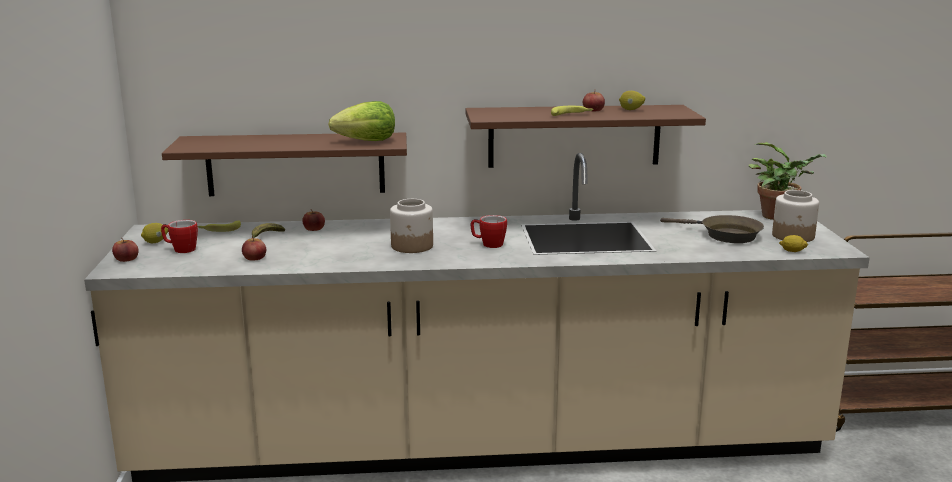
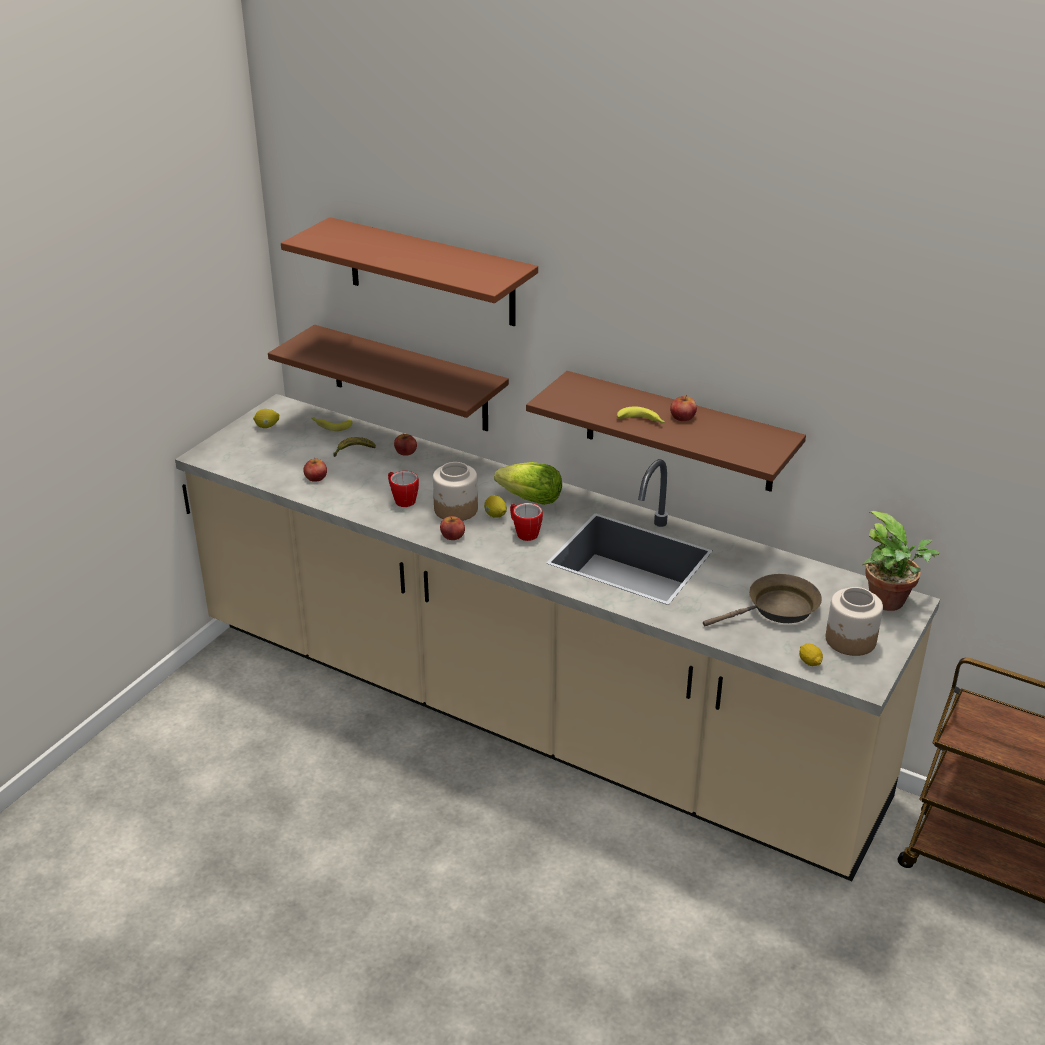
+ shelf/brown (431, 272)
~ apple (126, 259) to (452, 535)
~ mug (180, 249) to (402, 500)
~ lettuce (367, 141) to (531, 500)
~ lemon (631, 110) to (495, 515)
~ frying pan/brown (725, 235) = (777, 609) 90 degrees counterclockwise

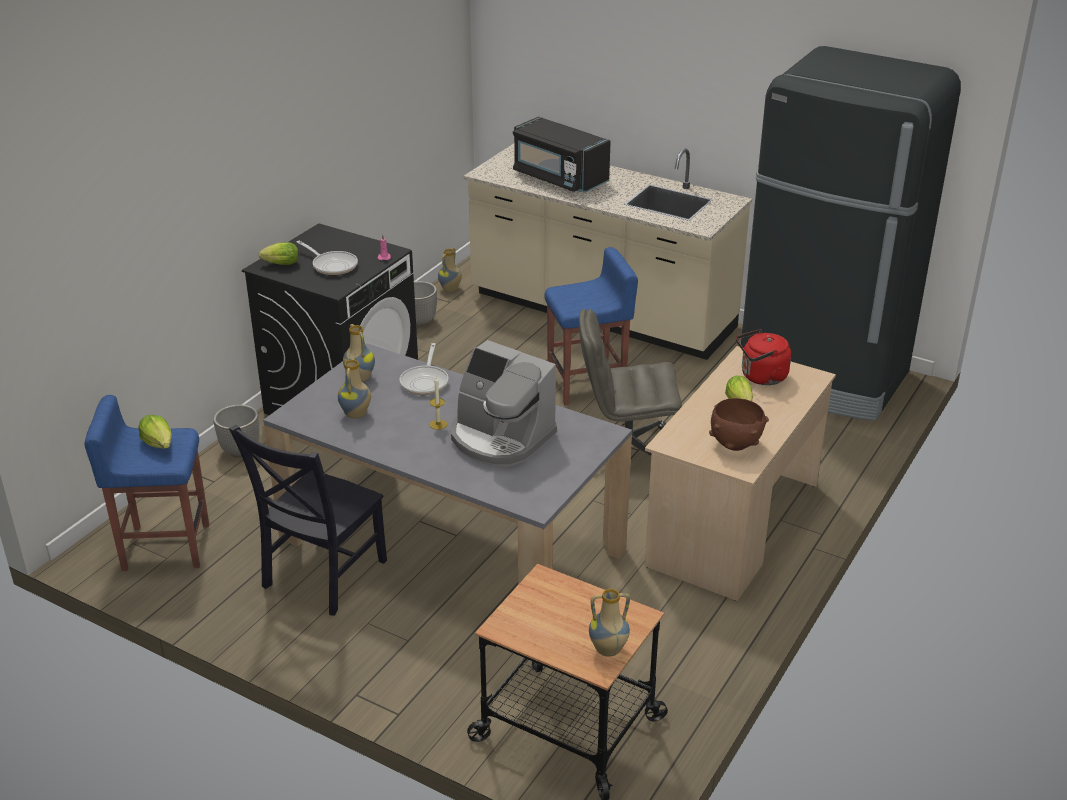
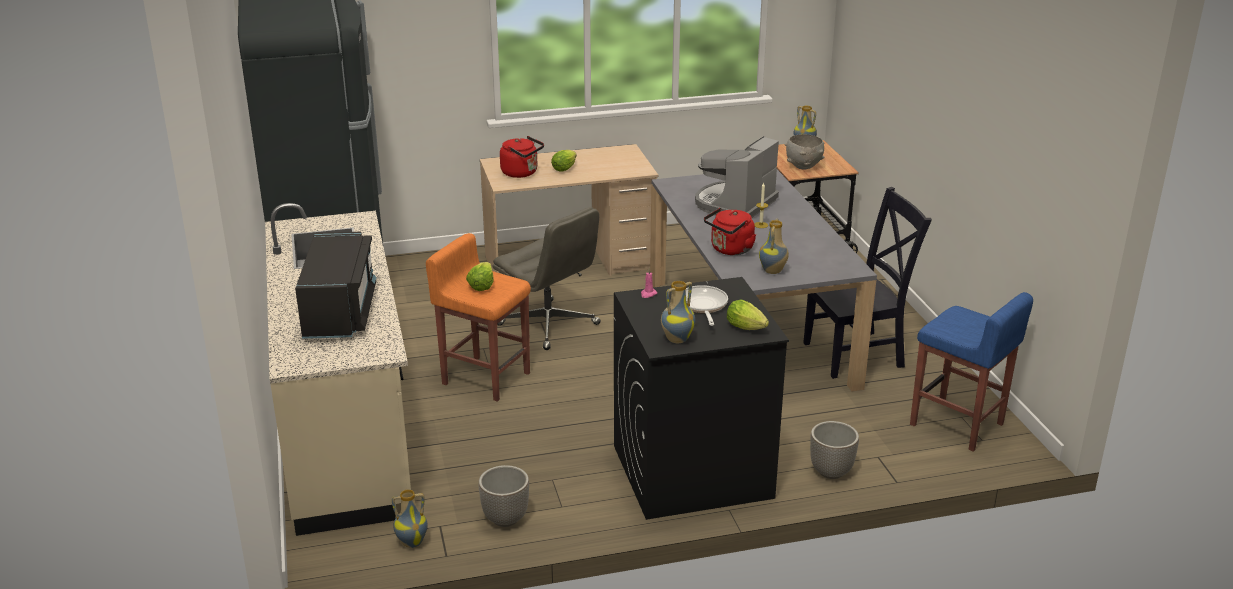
- bowl/brown (735, 445)
+ bowl/grey (803, 167)
~ lettuce (159, 443) to (481, 285)
~ vase (356, 414) to (677, 339)
~ frying pan (425, 381) to kettle/red (730, 250)
~ stool/blue (587, 385) to stool/orange (485, 378)
~ coffee machine (500, 438) = (734, 204) 135 degrees counterclockwise

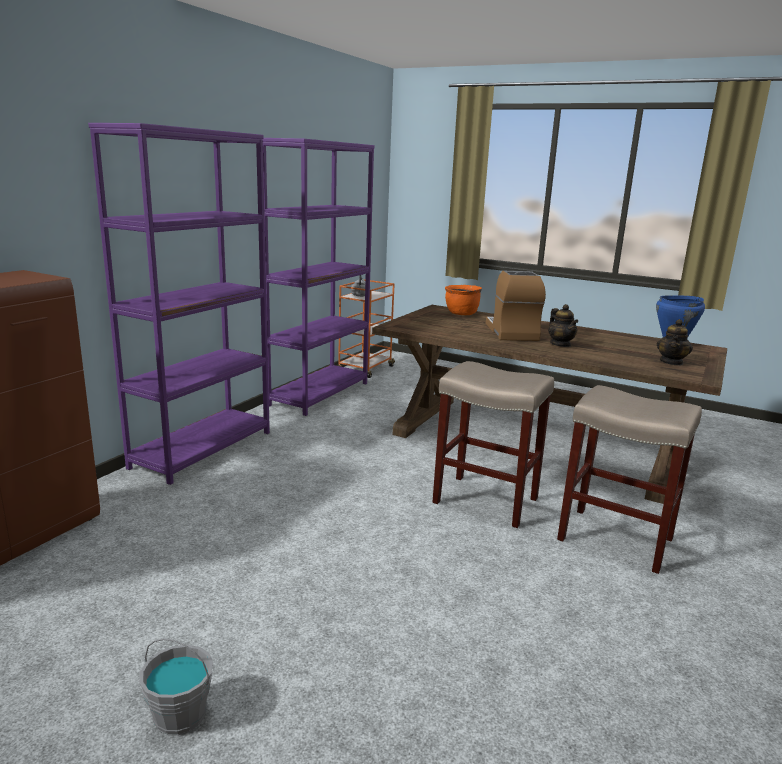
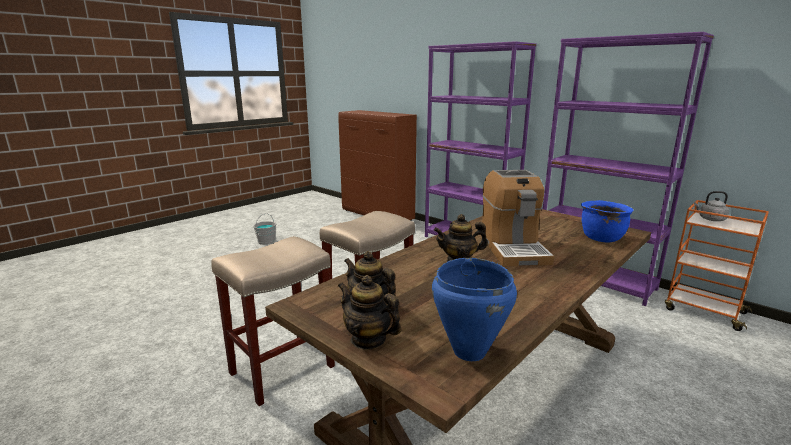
+ teapot (368, 339)
~ cooking pot/orange (461, 314) to cooking pot/blue (601, 238)
~ coffee machine (511, 332) = (512, 248) 75 degrees clockwise

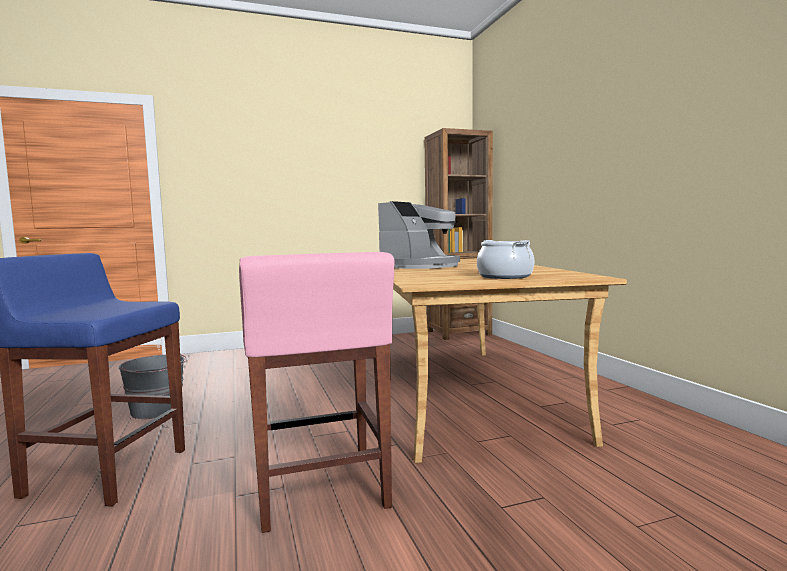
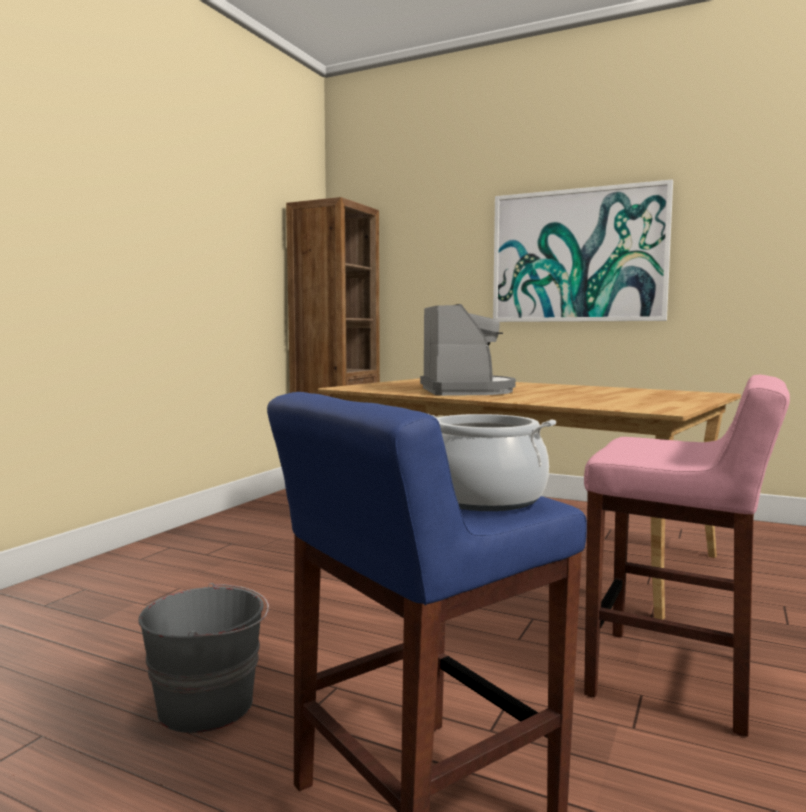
+ picture (578, 256)
~ cooking pot (505, 276) to (483, 498)

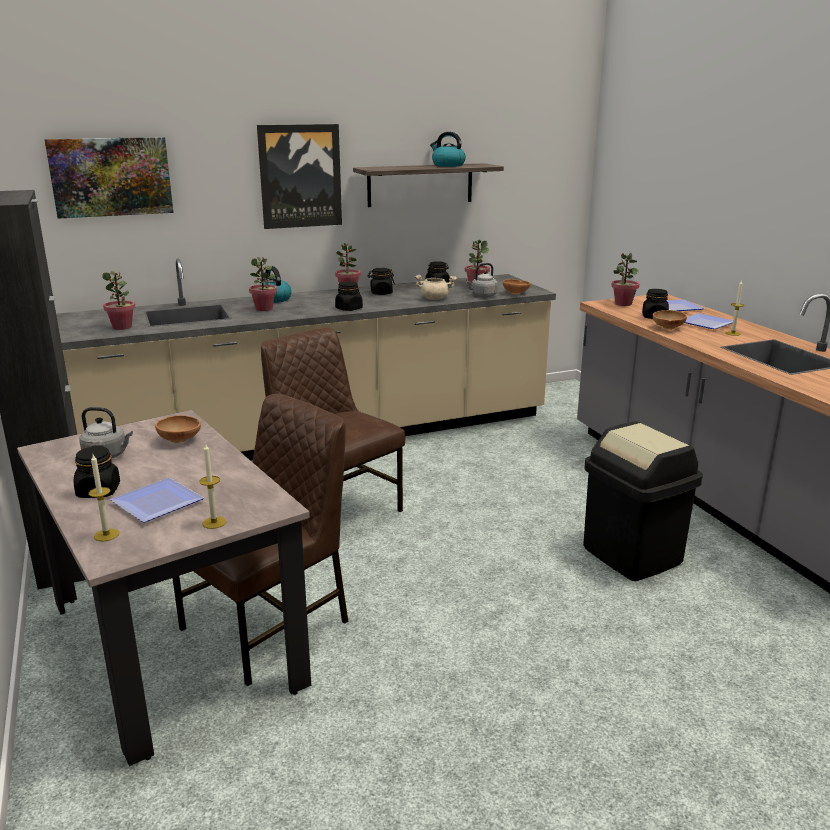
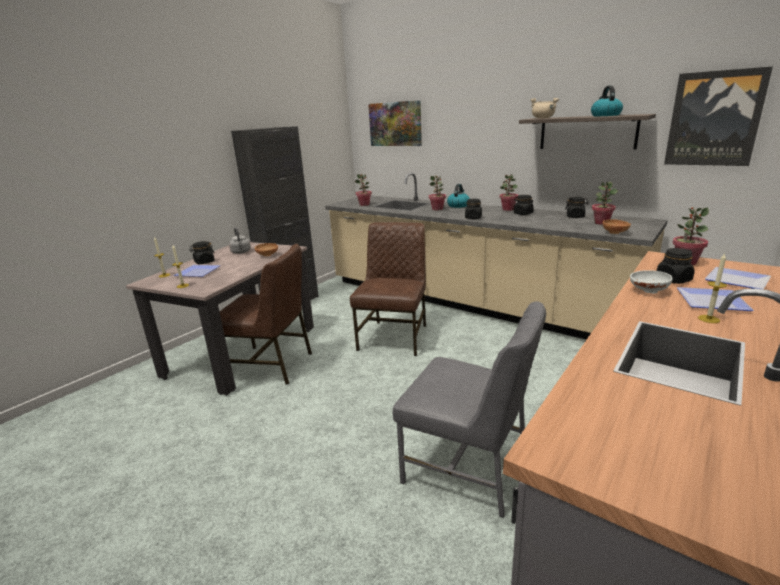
- kettle/grey (482, 296)
~ picture (300, 176) to (714, 119)
~ cooking pot/beige (435, 299) to (543, 118)
~ trash can/black (632, 555) to chair/grey (468, 468)
~ bowl/brown (667, 328) to bowl/white (647, 291)

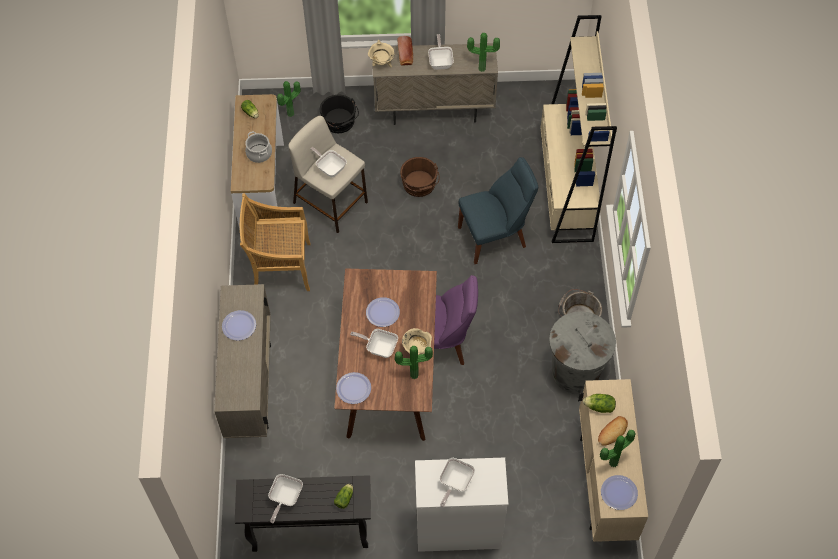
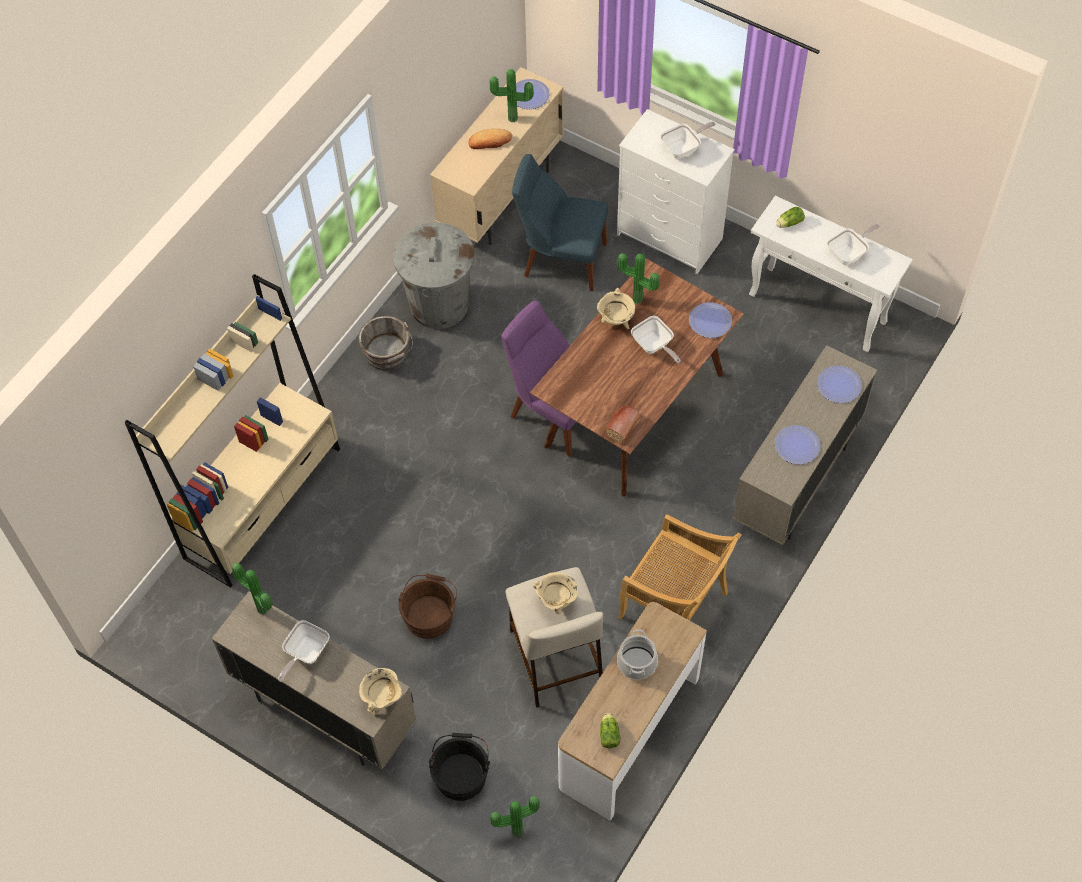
- lettuce (599, 407)
~ plate (382, 312) to (839, 385)
~ bread (405, 56) to (623, 426)
~ chair/blue (495, 236) to (561, 259)
~ frying pan (329, 168) to cooking pot/beige (556, 601)
~ console table/black (309, 532) to console table/white (818, 309)

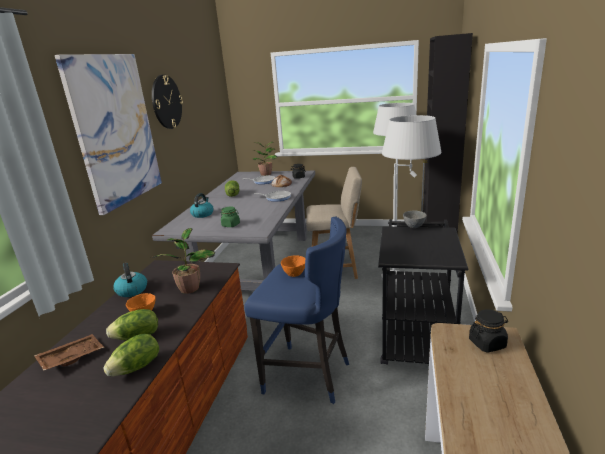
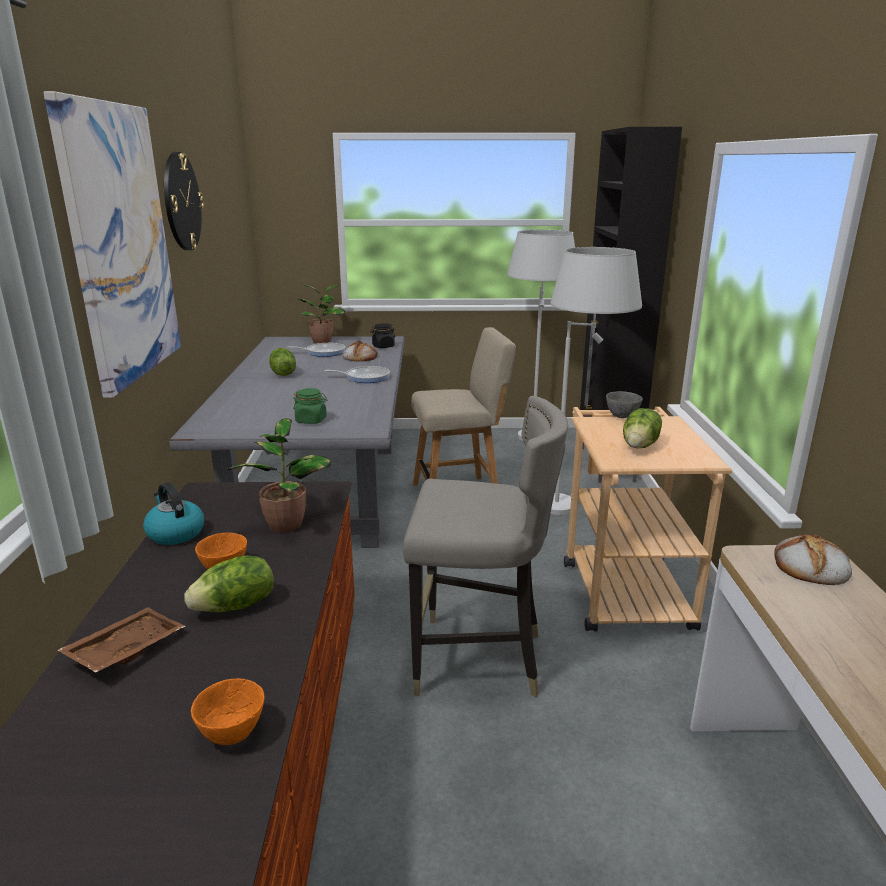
- kettle (202, 214)
~ lettuce (137, 367) to (640, 446)
~ bowl/orange (294, 274) to (231, 733)
~ jar/black (487, 343) to bread (810, 567)
~ stool/blue (308, 376) to stool/grey (479, 660)
~ cart/black (416, 336) to cart/beige (622, 587)

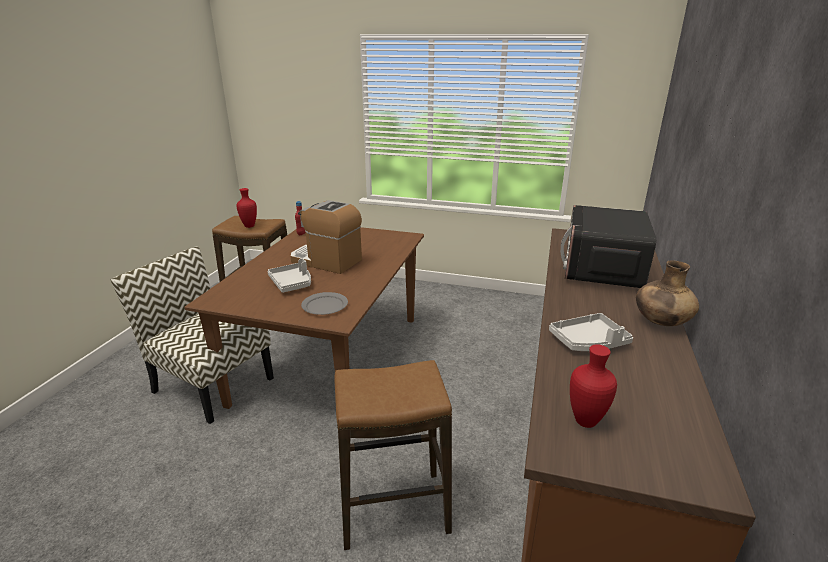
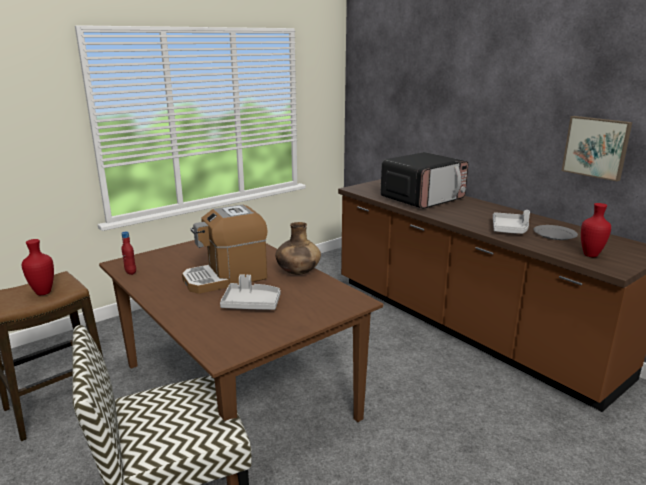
- stool (393, 510)
+ picture (596, 147)
~ plate/grey (324, 305) to (554, 234)
~ vase/brown (660, 322) to (298, 272)
~ microwave (602, 270) = (423, 199) 90 degrees counterclockwise

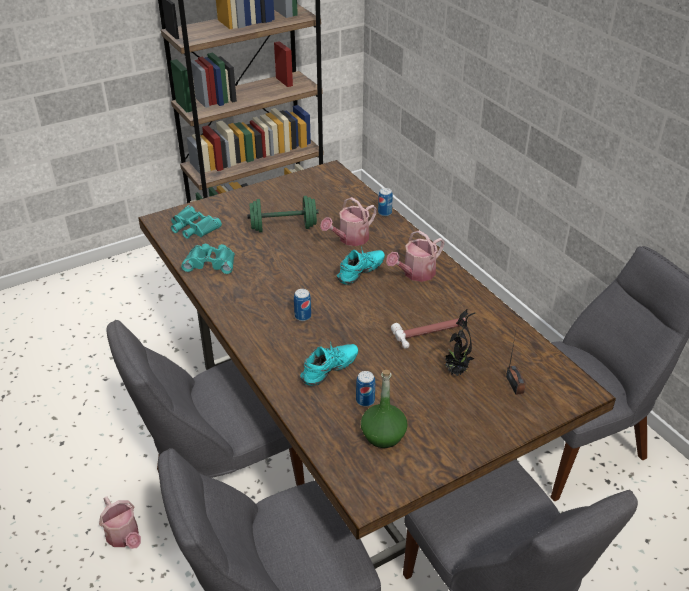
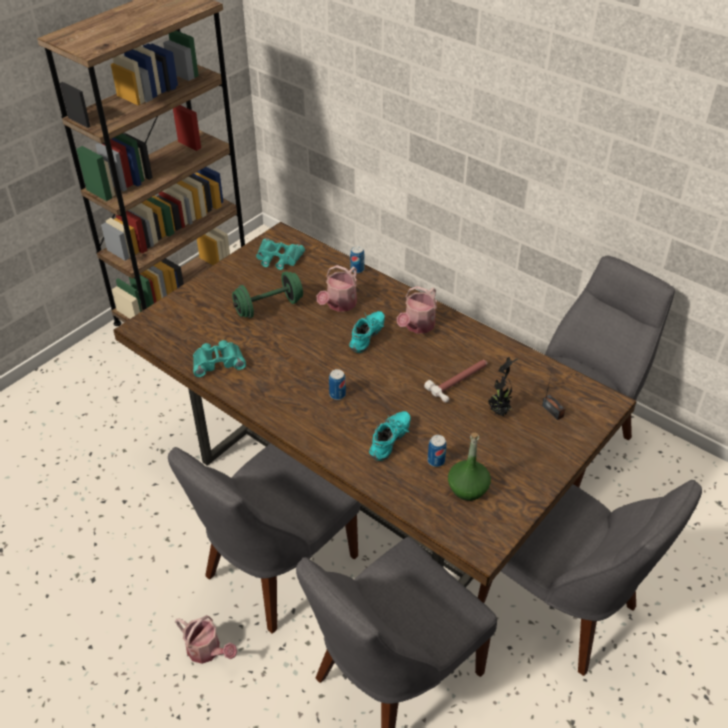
~ binoculars/turquoise (193, 227) to (278, 258)

